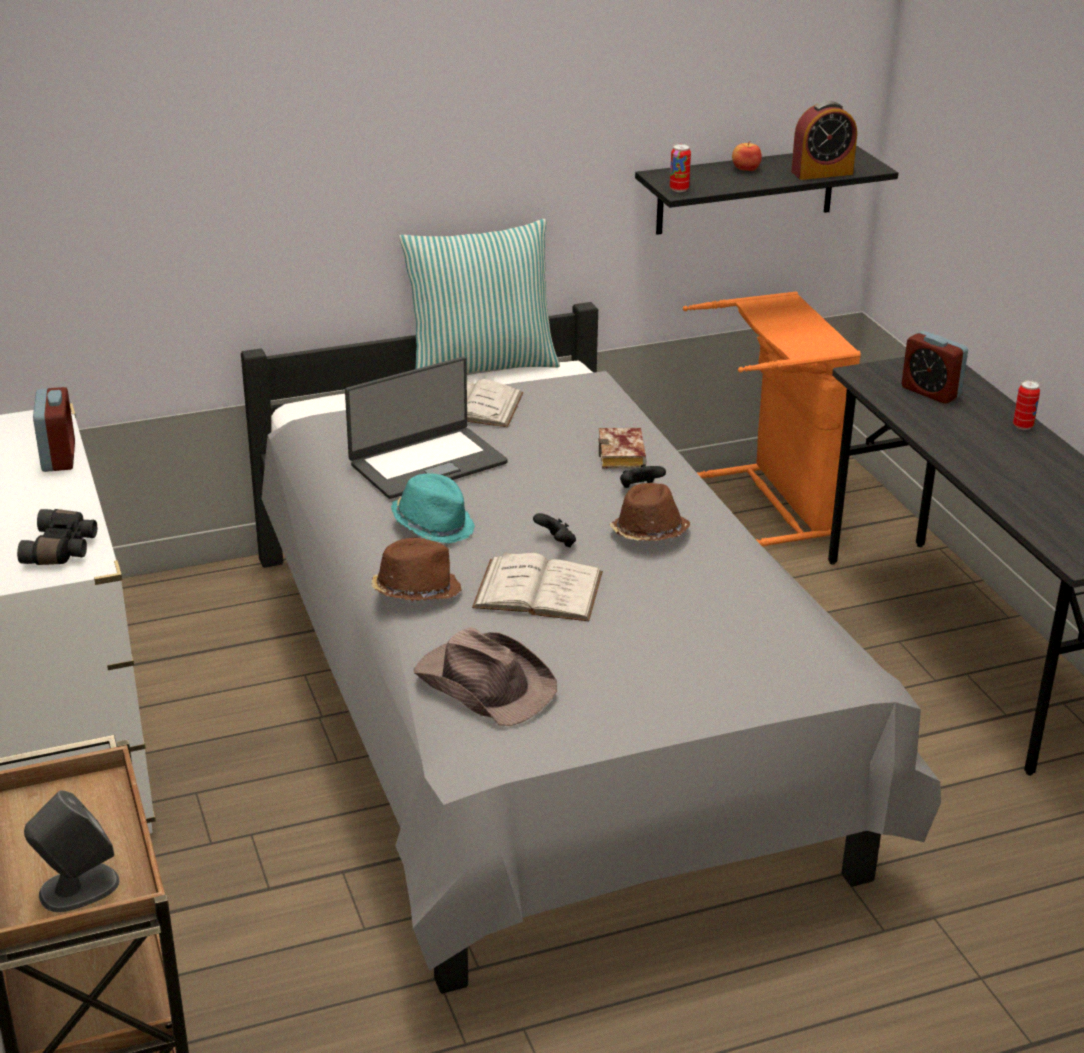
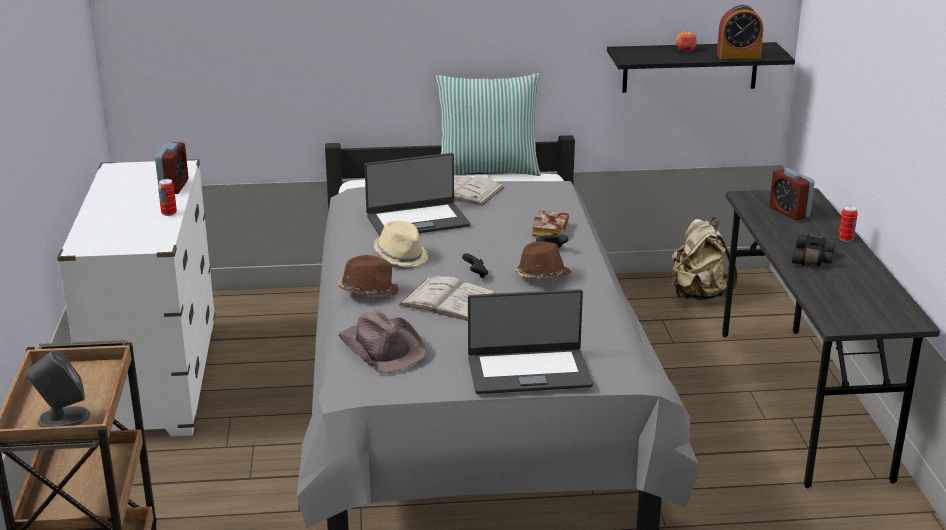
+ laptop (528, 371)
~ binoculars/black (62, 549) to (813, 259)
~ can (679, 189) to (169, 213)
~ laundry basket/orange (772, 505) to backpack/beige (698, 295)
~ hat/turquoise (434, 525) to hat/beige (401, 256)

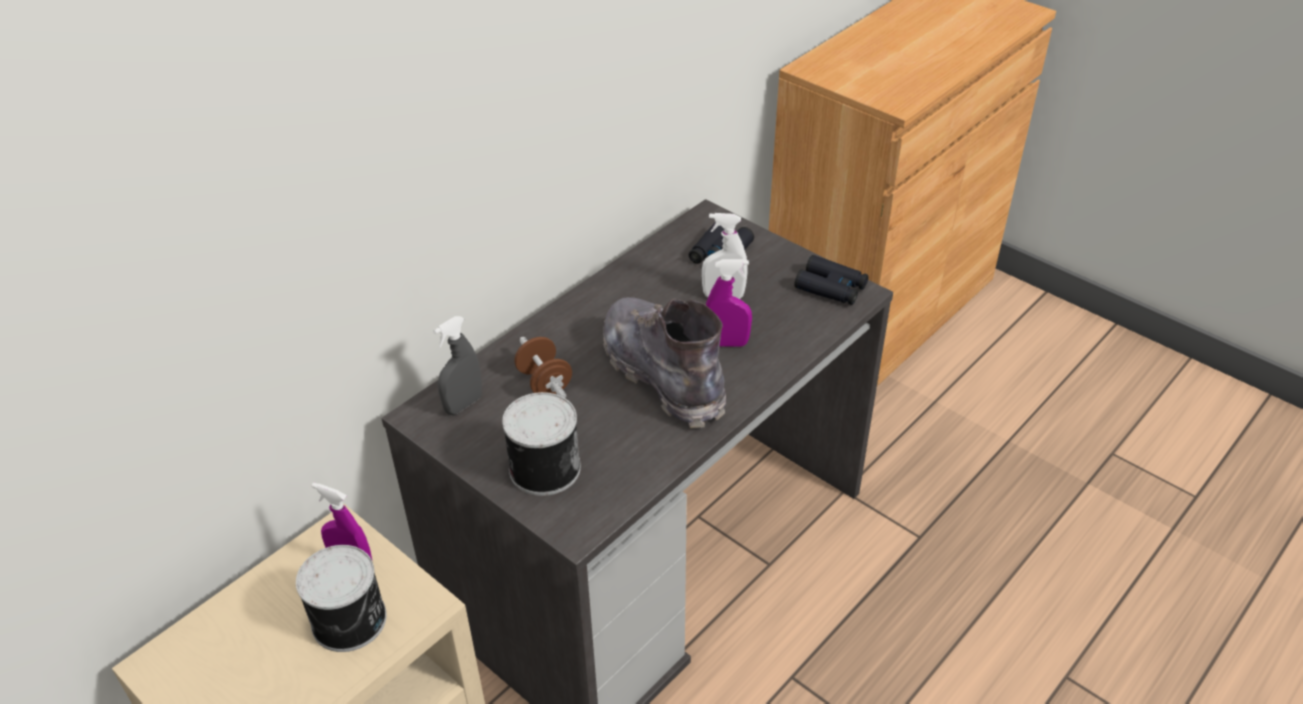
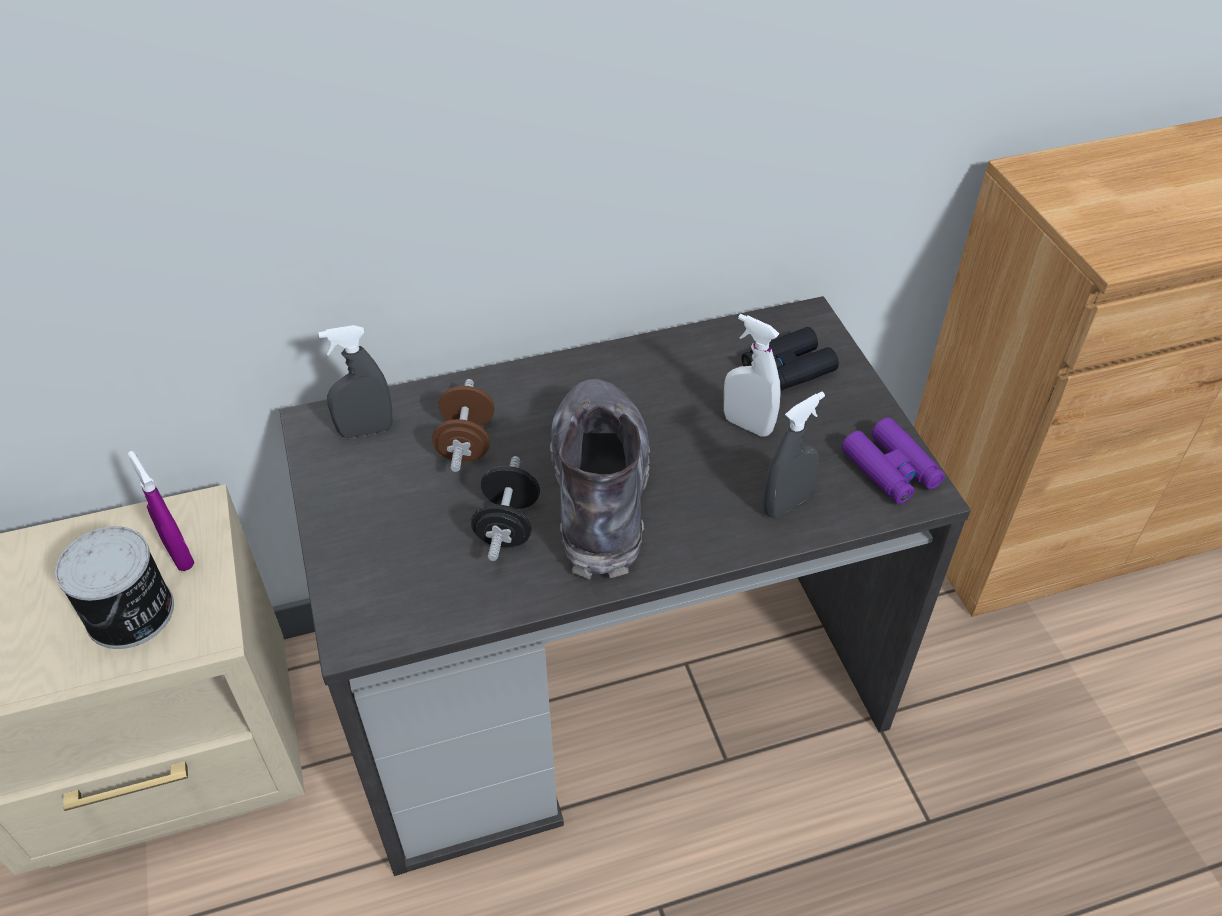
- can (543, 468)
- spray bottle/purple (727, 343)
+ dumbbell/black (508, 526)
+ spray bottle/grey (786, 504)
~ binoculars/black (831, 287) to binoculars/purple (891, 470)

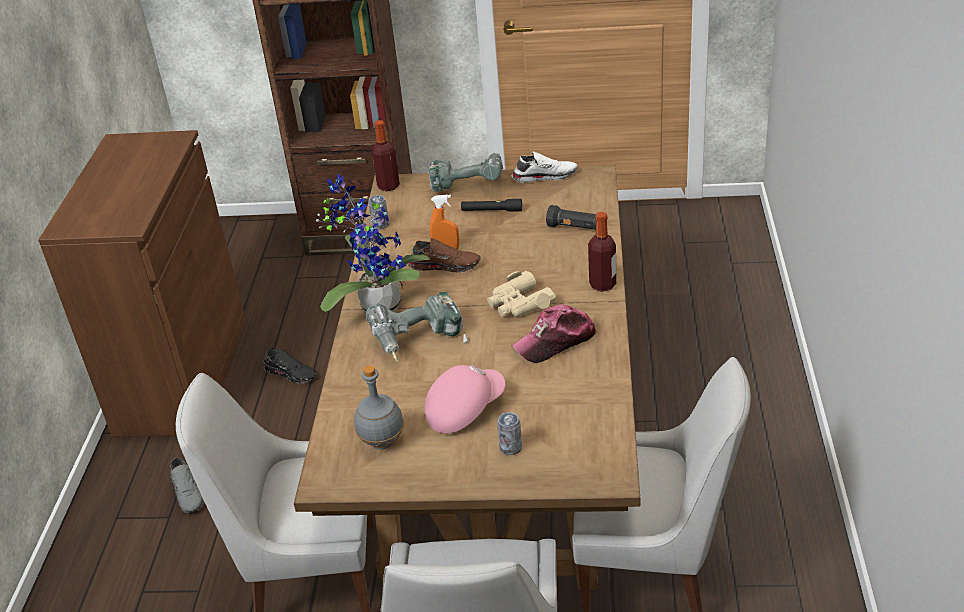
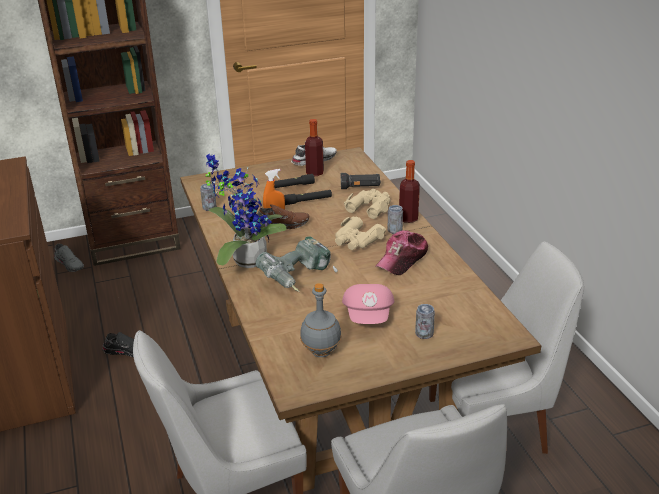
- power drill (467, 183)
+ flashlight/black (307, 201)
+ binoculars/beige (370, 207)
+ can (394, 230)
~ shoe/grey (189, 492) to (70, 264)
~ bottle (388, 186) to (314, 173)
~ cap/pink (464, 409) = (369, 316) 150 degrees clockwise

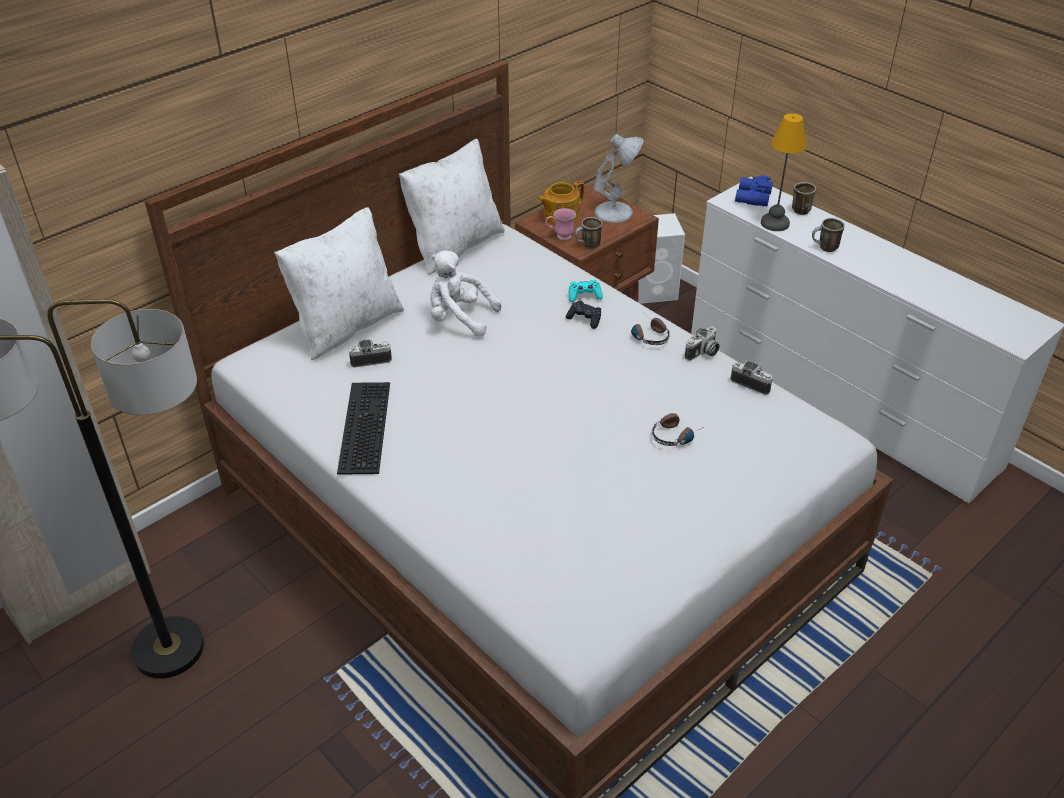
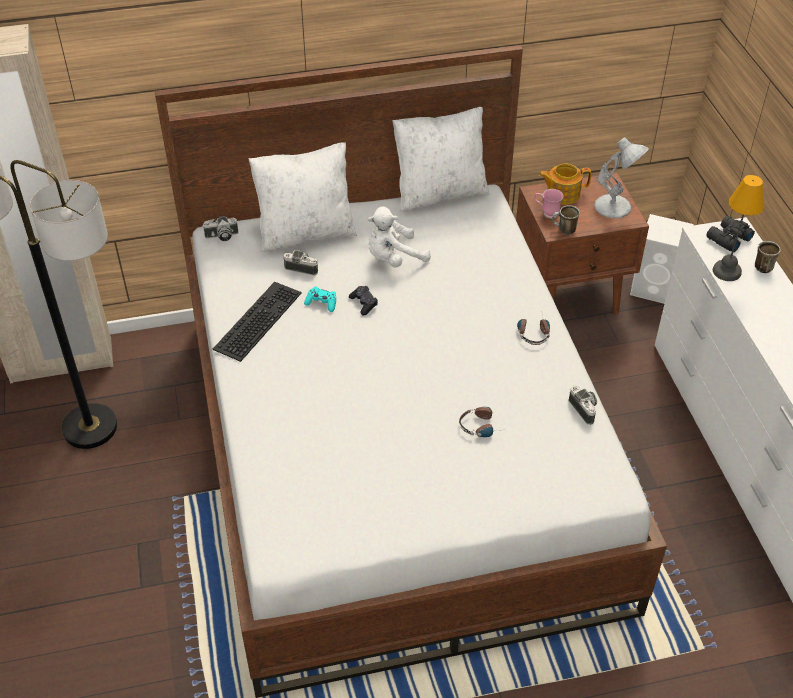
- mug (824, 248)
~ game controller/black (584, 319) to (363, 303)
~ game controller/turquoise (584, 296) to (322, 303)
~ photo camera (702, 353) to (221, 236)
~ binoculars/blue (751, 198) to binoculars/black (727, 239)
~ plush toy/white (459, 318) = (394, 258) 75 degrees counterclockwise

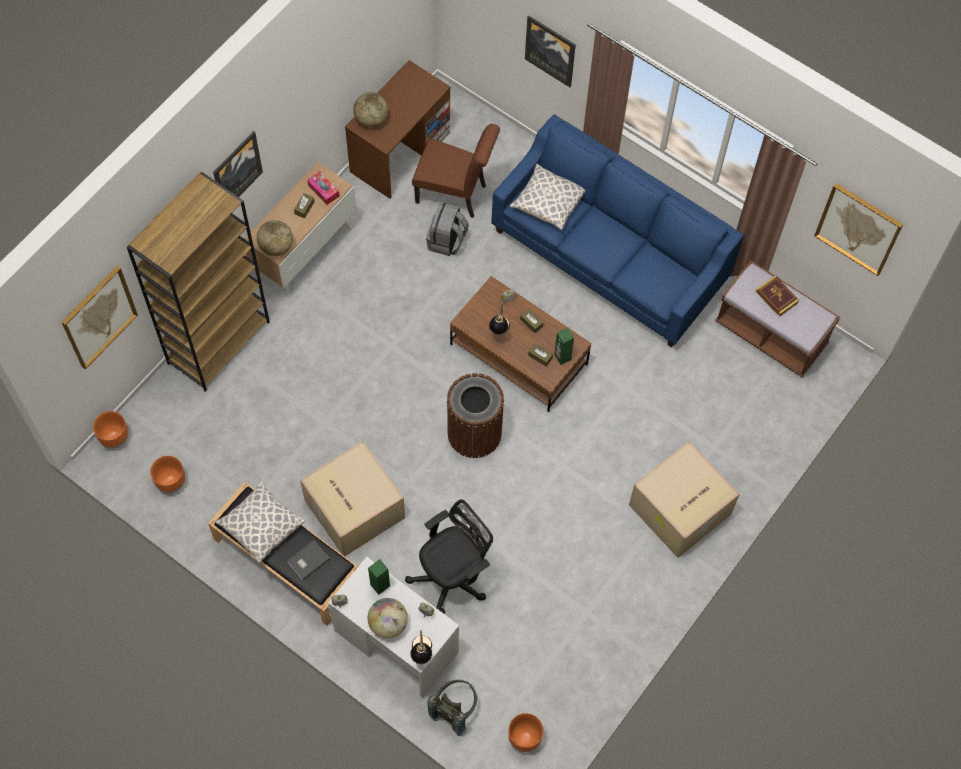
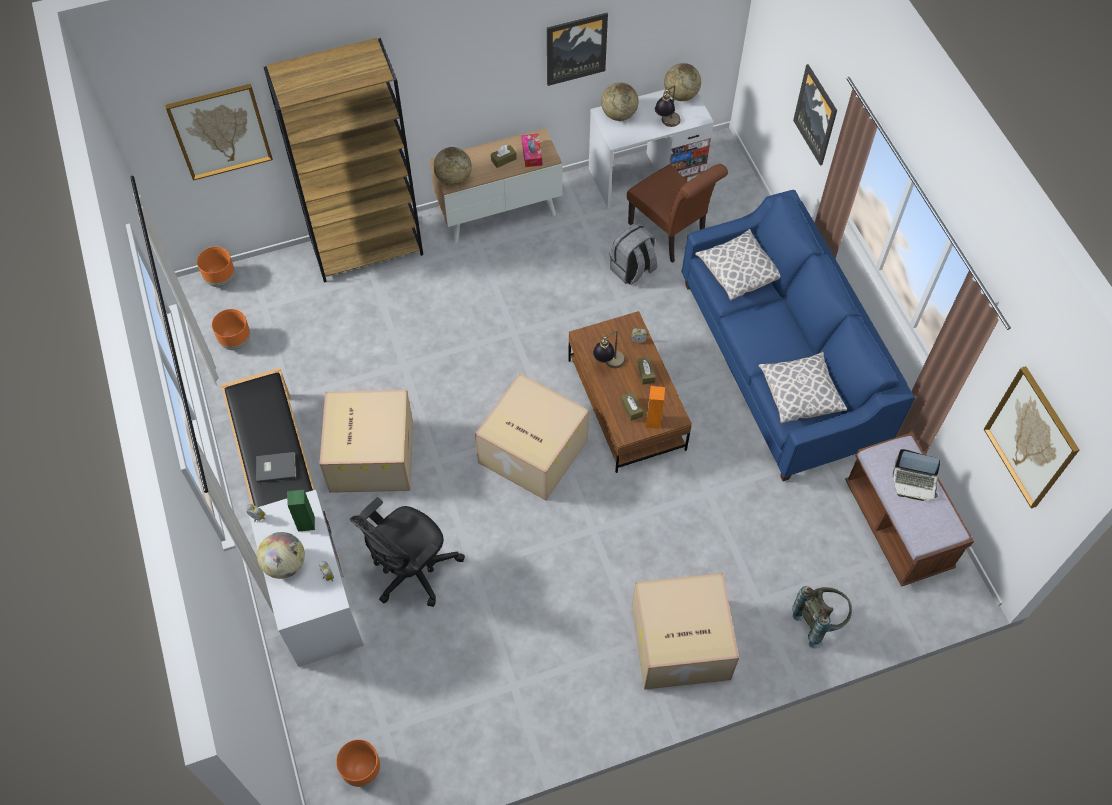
+ globe (681, 95)
~ picture (236, 171) to (576, 48)
~ pillow (261, 526) to (799, 394)
~ table lamp (421, 654) to (666, 125)
~ backpack/grey (454, 709) to (819, 621)
~ trash can/brown (474, 433) to cardboard box (531, 451)
~ book (776, 297) to laptop (914, 482)
~ desk/brown (400, 152) to desk/white (646, 174)
~ speaker/green (562, 357) to speaker/orange (653, 421)
~ office chair/black (453, 577) = (412, 572) 135 degrees clockwise

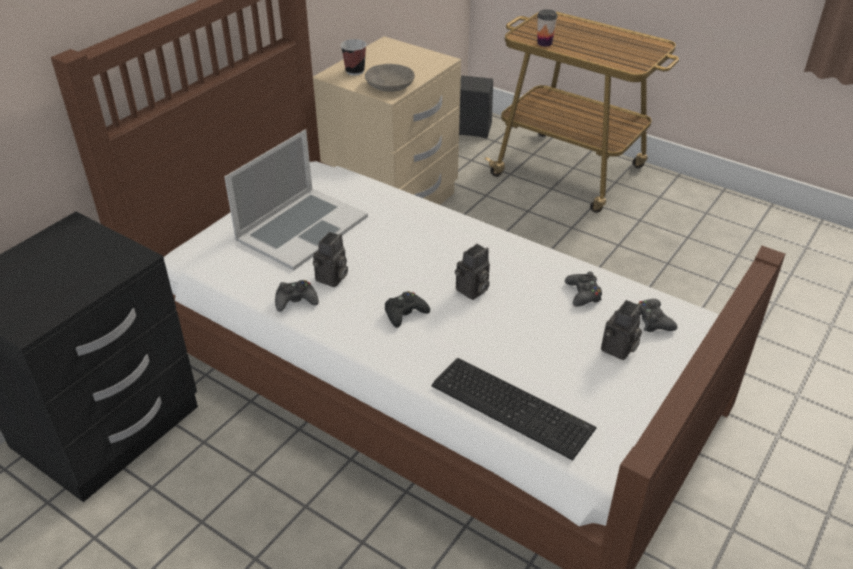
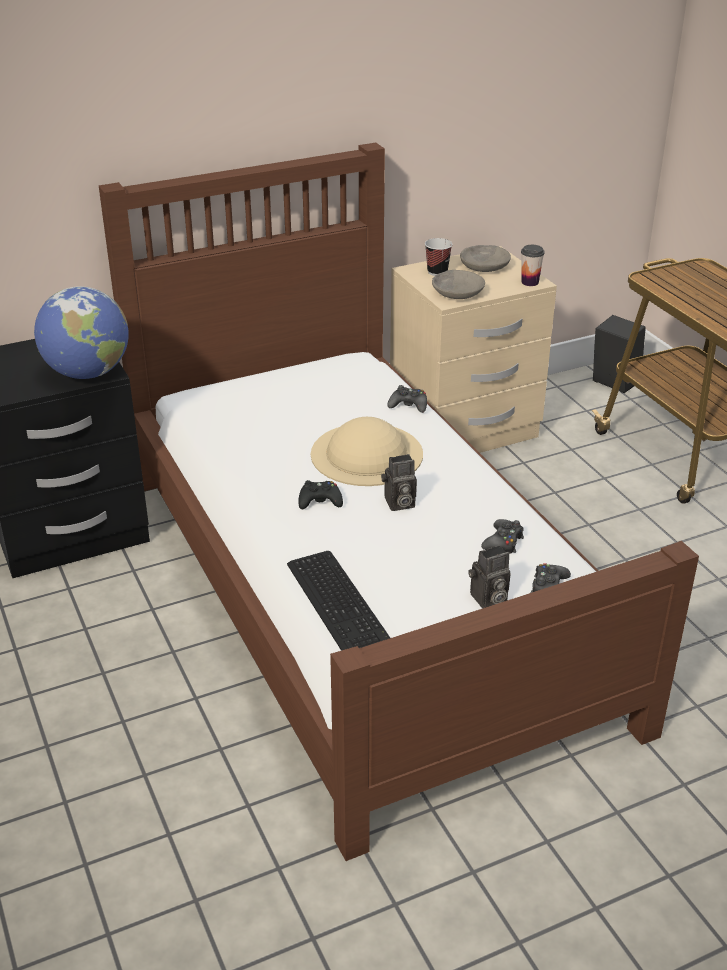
- laptop (301, 228)
- photo camera (332, 279)
+ globe (88, 373)
+ hat/beige (367, 454)
+ bowl/grey (485, 266)
~ game controller/black (296, 300) to (408, 405)
~ cup (544, 43) to (530, 282)

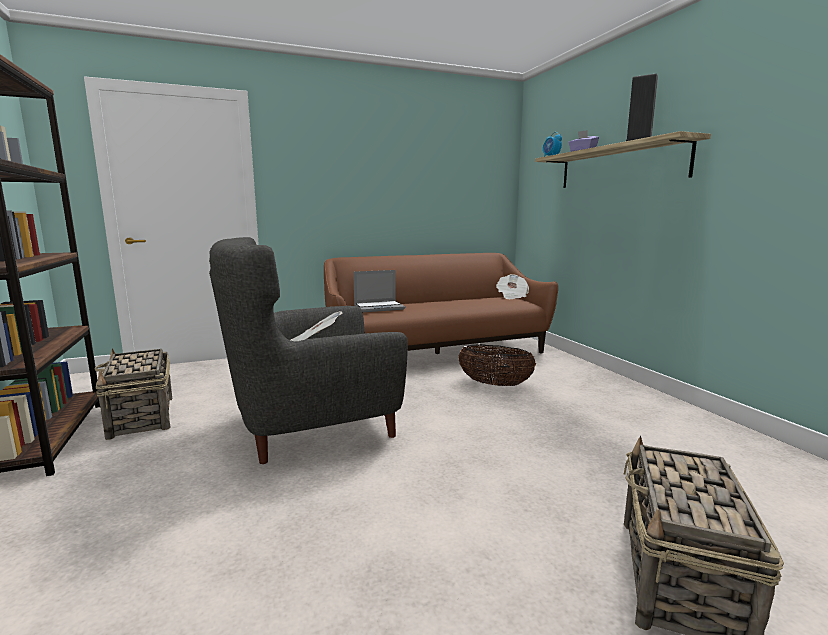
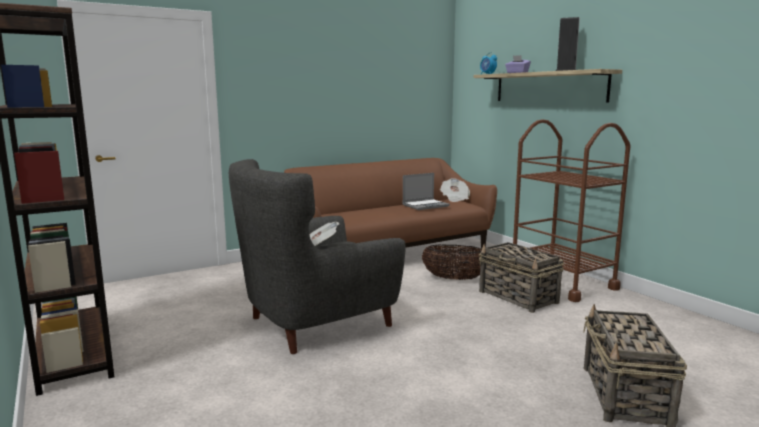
+ cart/brown (561, 282)
~ basket (141, 417) to (518, 297)
~ laptop (379, 307) to (425, 205)

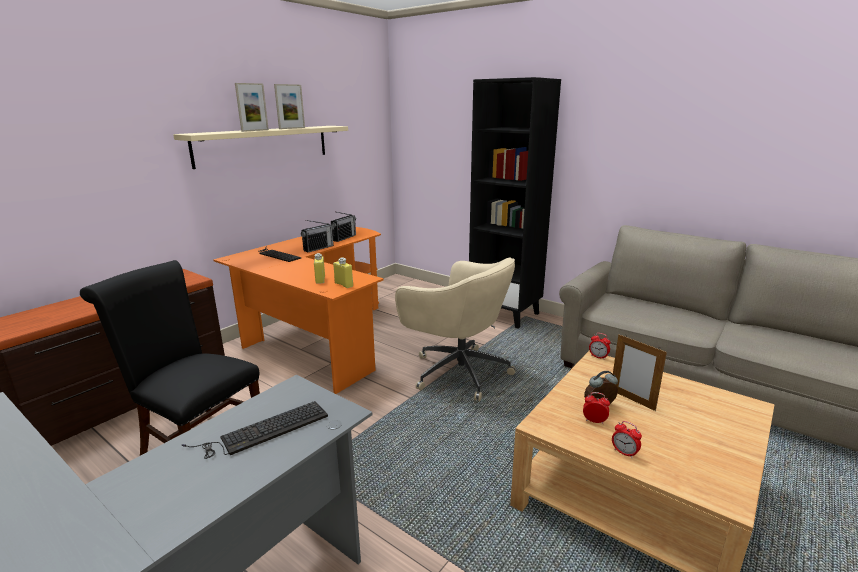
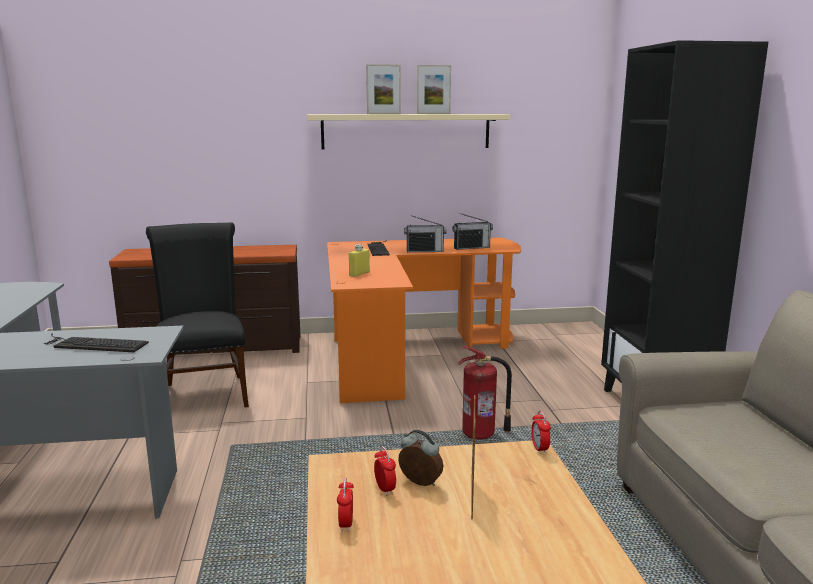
- bottle/yellow (344, 285)
~ office chair/beige (457, 371) to fire extinguisher (481, 434)

